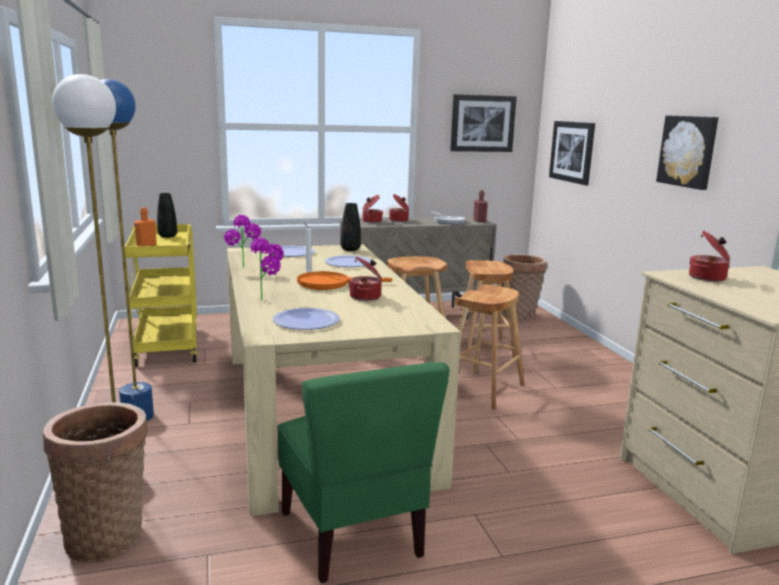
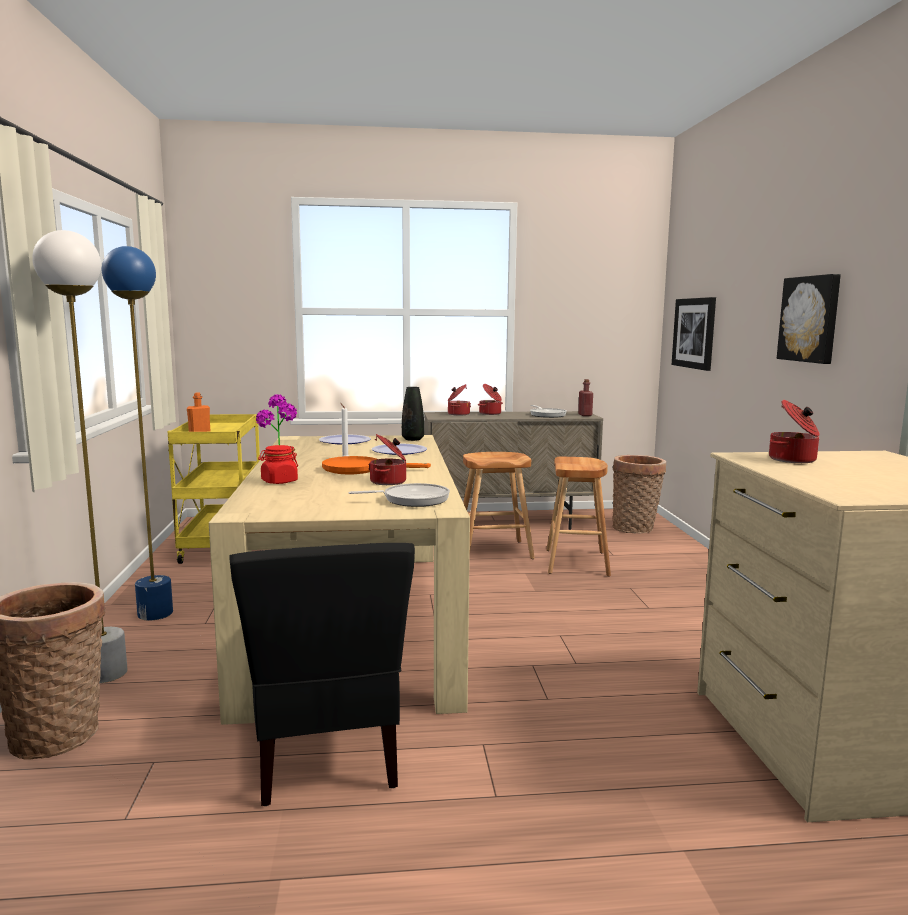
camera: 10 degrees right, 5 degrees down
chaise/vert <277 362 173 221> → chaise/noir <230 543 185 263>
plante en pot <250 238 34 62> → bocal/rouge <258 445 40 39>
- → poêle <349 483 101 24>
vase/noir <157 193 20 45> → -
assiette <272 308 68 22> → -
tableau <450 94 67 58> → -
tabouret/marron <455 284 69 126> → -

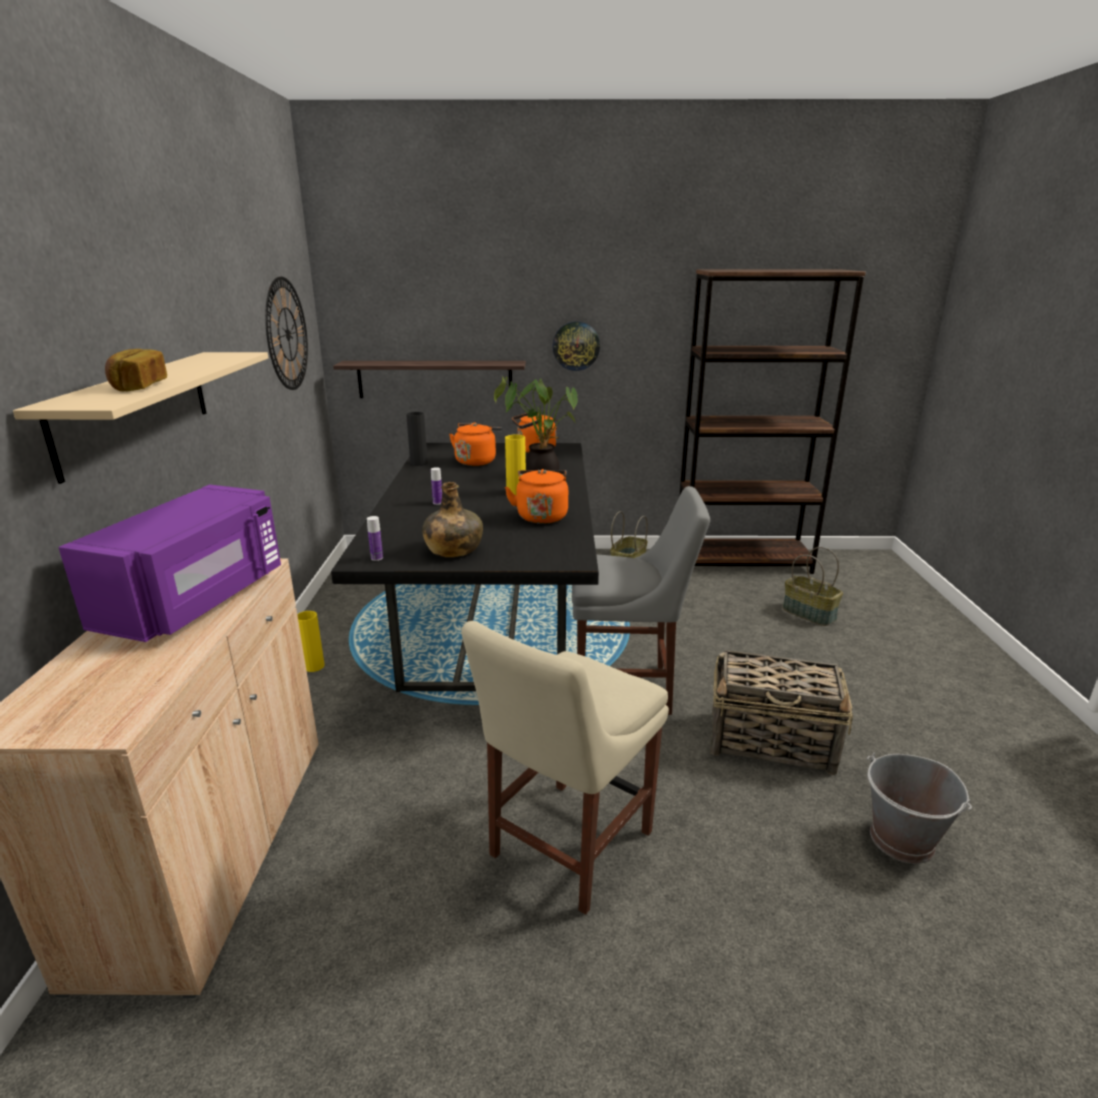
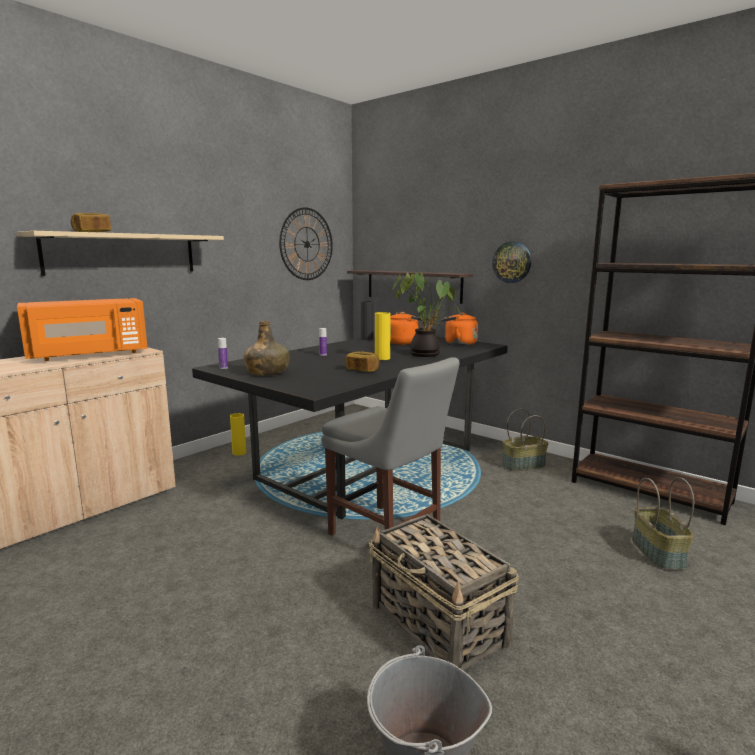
camera: 40 degrees right, 10 degrees down
micro-ondes/violet <58 484 223 158> → micro-ondes/orange <17 298 131 63>
bouilloire/orange <505 469 63 55> → pain <346 351 34 21>
chaise/beige <461 621 208 294> → -

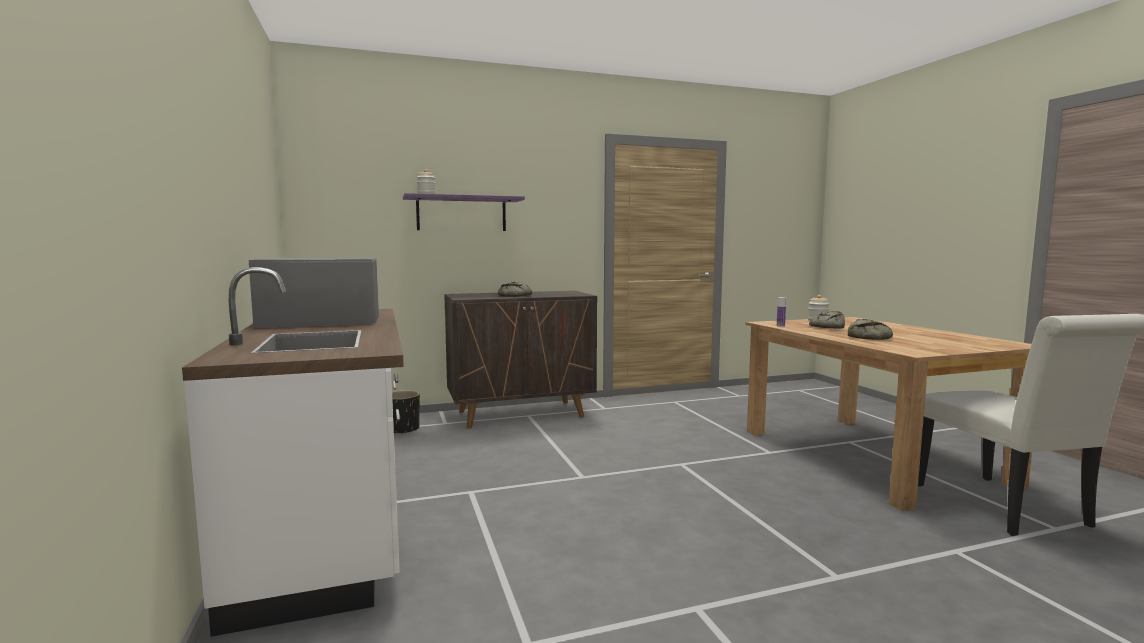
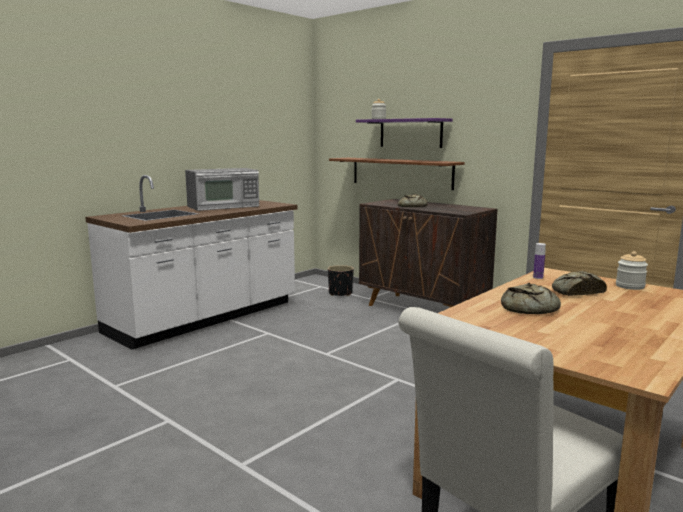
camera: 60 degrees right, 5 degrees up
micro-ondes <249 258 130 70> → micro-ondes <185 168 74 43>, 105 degrees clockwise
- → étagère <329 158 136 32>

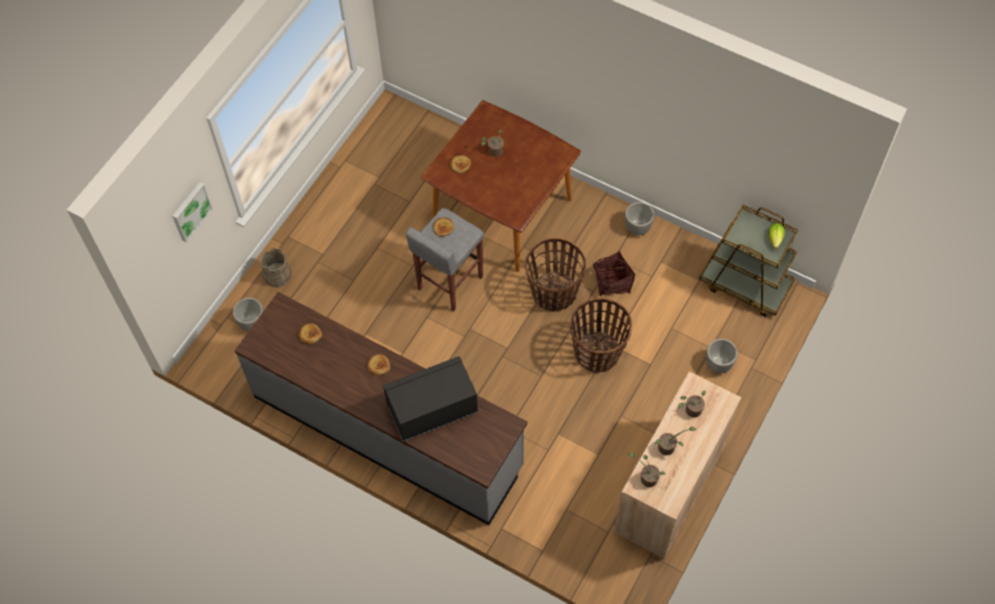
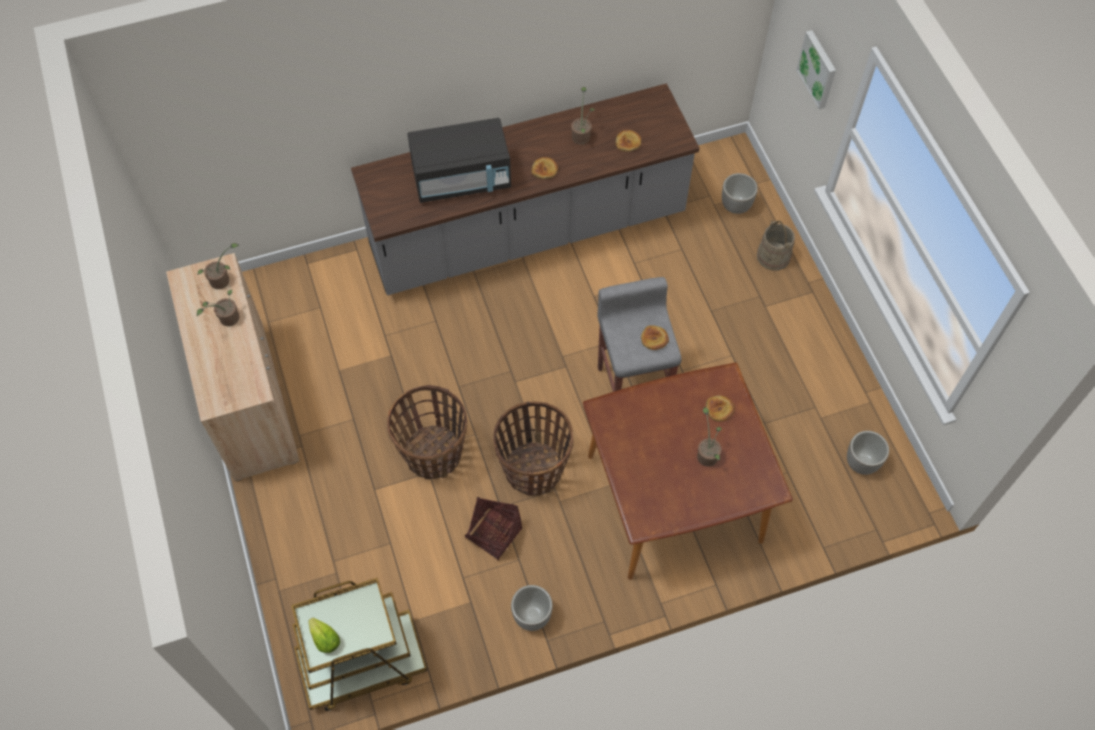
camera: 130 degrees right, 0 degrees up
micro-ondes/noir <383 356 95 85> → micro-ondes/noir <408 118 103 85>, 60 degrees clockwise
plante en pot <678 391 28 27> → plante en pot <571 87 24 58>, relocated
cache-pot <706 339 32 34> → cache-pot <847 431 42 44>, relocated

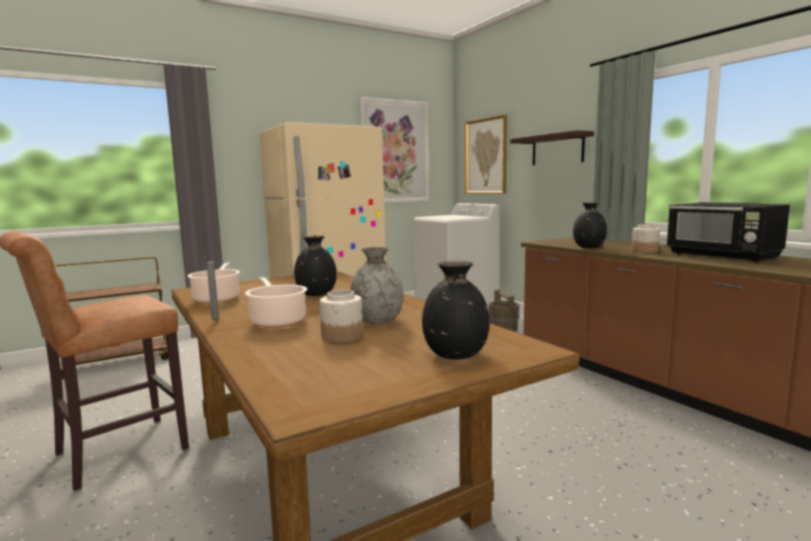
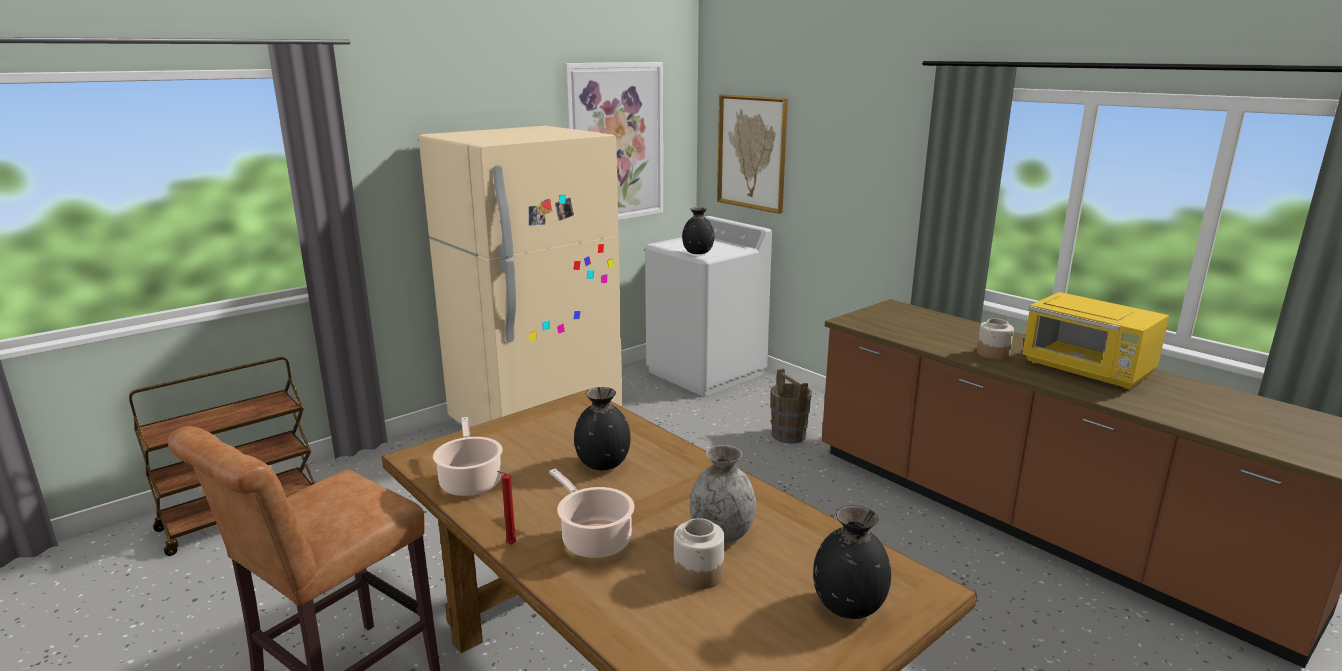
camera: 10 degrees left, 10 degrees up
bougie/gris <202 256 18 65> → bougie/rouge <497 471 20 74>
vase/noir <573 203 34 45> → vase/noir <682 207 32 47>, relocated
micro-ondes/noir <666 202 124 60> → micro-ondes/jaune <1022 292 147 97>
étagère <510 130 84 35> → -

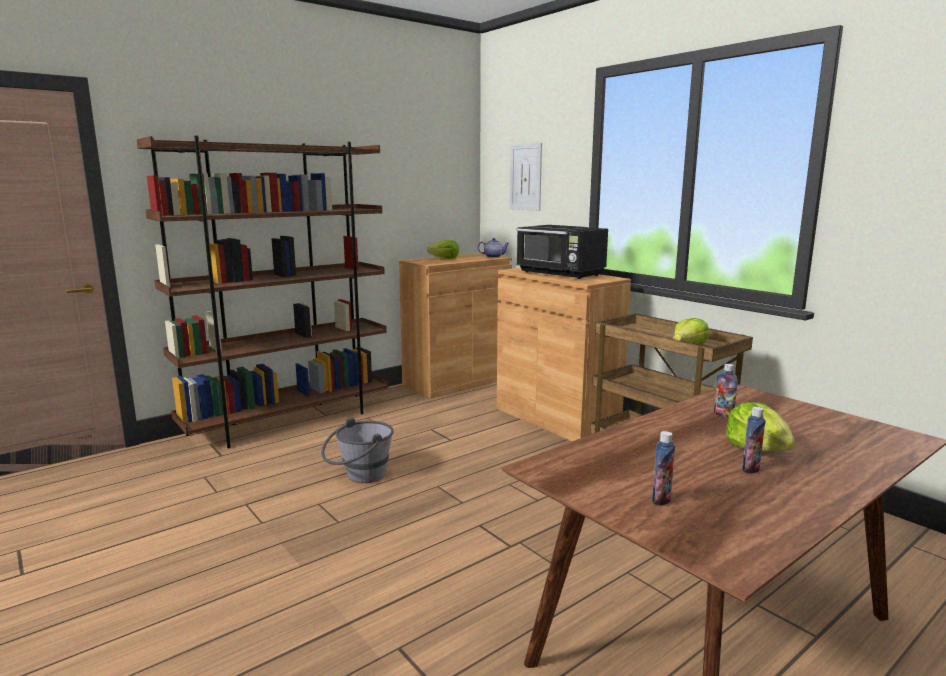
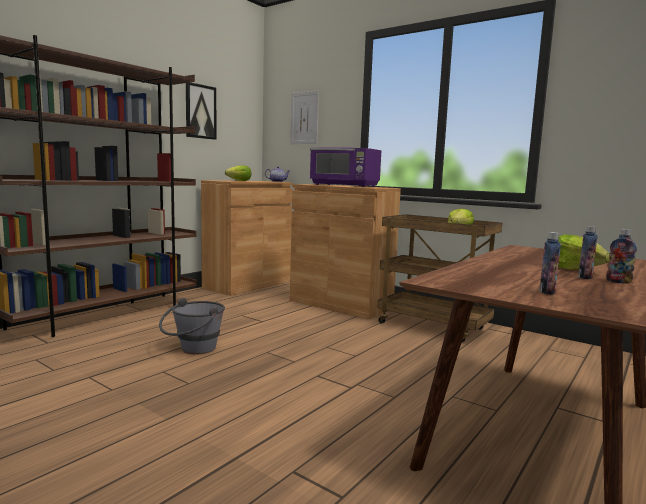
camera: 15 degrees left, 5 degrees down
- → tableau <186 82 30 58>
micro-ondes/noir <516 225 92 54> → micro-ondes/violet <310 148 71 39>
bouteille <714 364 24 54> → bouteille <606 229 31 55>, relocated

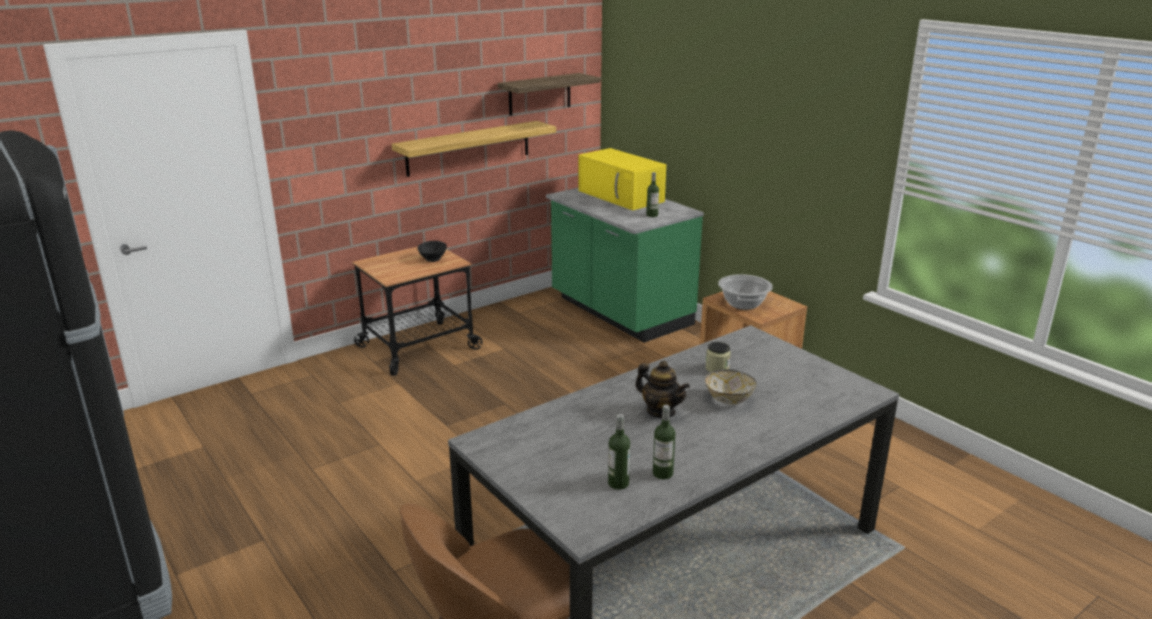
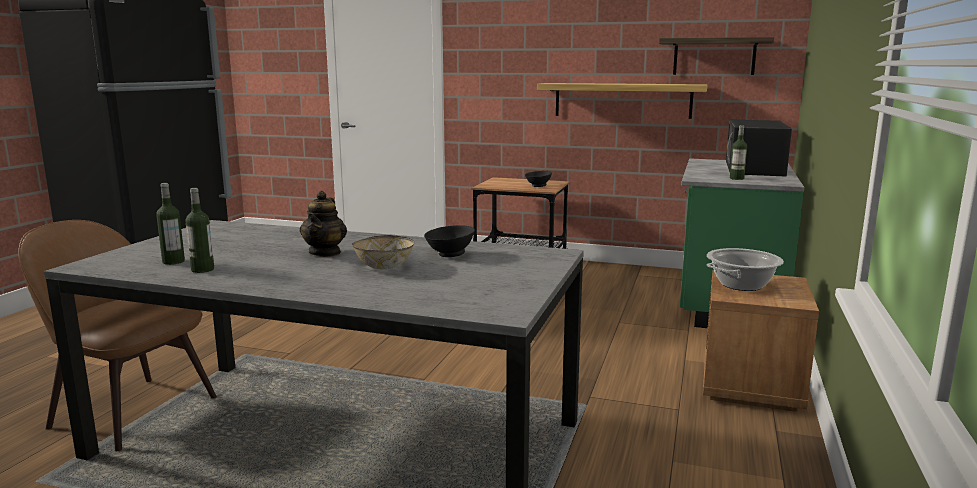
camera: 55 degrees right, 10 degrees down
bocal <706 342 25 30> → bol/noir <424 225 51 32>
micro-ondes/jaune <578 148 88 62> → micro-ondes/noir <726 120 66 57>

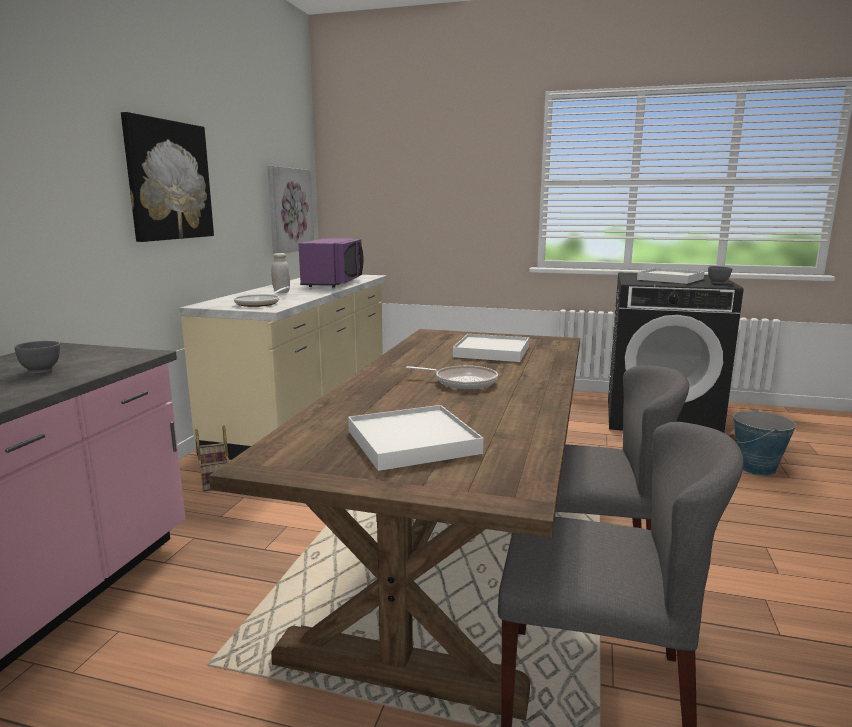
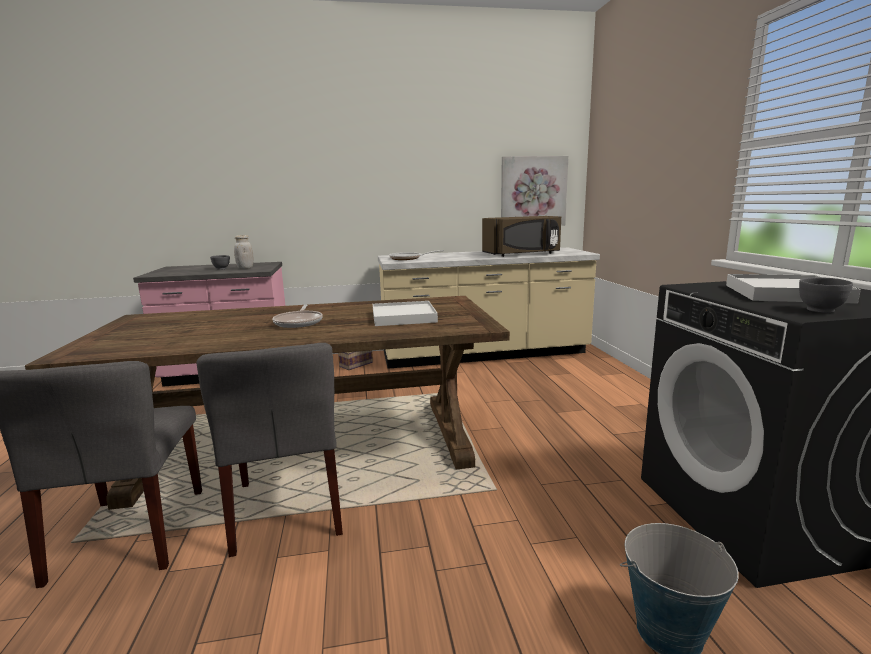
camera: 65 degrees right, 0 degrees up
bocal/blanc <271 253 19 40> → bocal/blanc <234 235 20 34>, relocated
micro-ondes/violet <298 238 66 50> → micro-ondes/marron <482 216 79 41>
tableau <121 112 93 130> → -
plateau/blanc <348 405 135 66> → -

